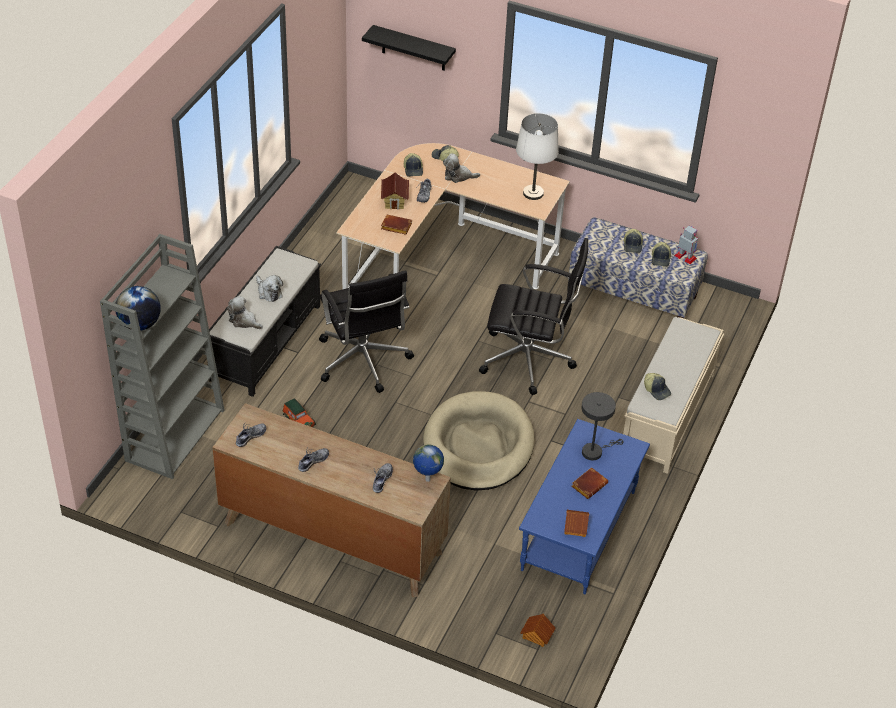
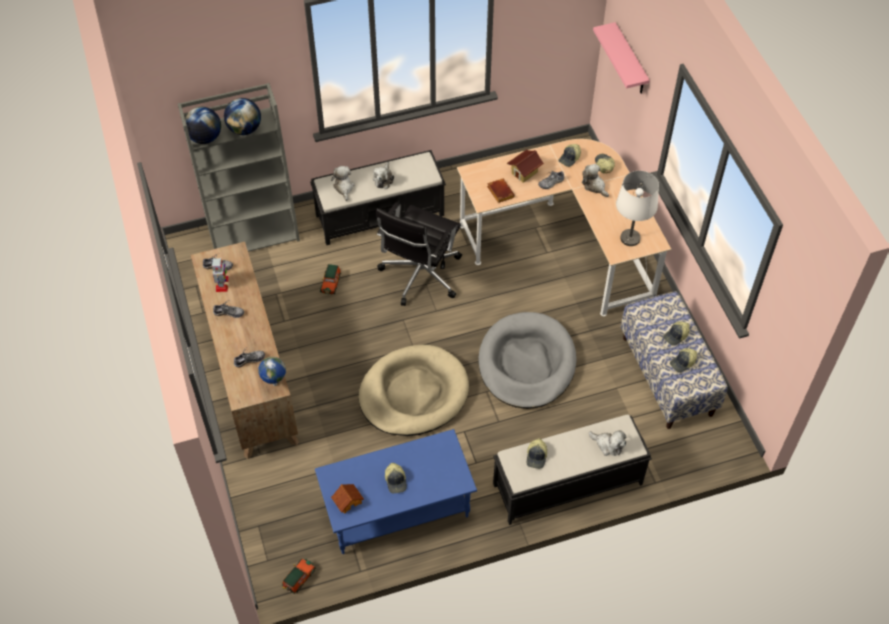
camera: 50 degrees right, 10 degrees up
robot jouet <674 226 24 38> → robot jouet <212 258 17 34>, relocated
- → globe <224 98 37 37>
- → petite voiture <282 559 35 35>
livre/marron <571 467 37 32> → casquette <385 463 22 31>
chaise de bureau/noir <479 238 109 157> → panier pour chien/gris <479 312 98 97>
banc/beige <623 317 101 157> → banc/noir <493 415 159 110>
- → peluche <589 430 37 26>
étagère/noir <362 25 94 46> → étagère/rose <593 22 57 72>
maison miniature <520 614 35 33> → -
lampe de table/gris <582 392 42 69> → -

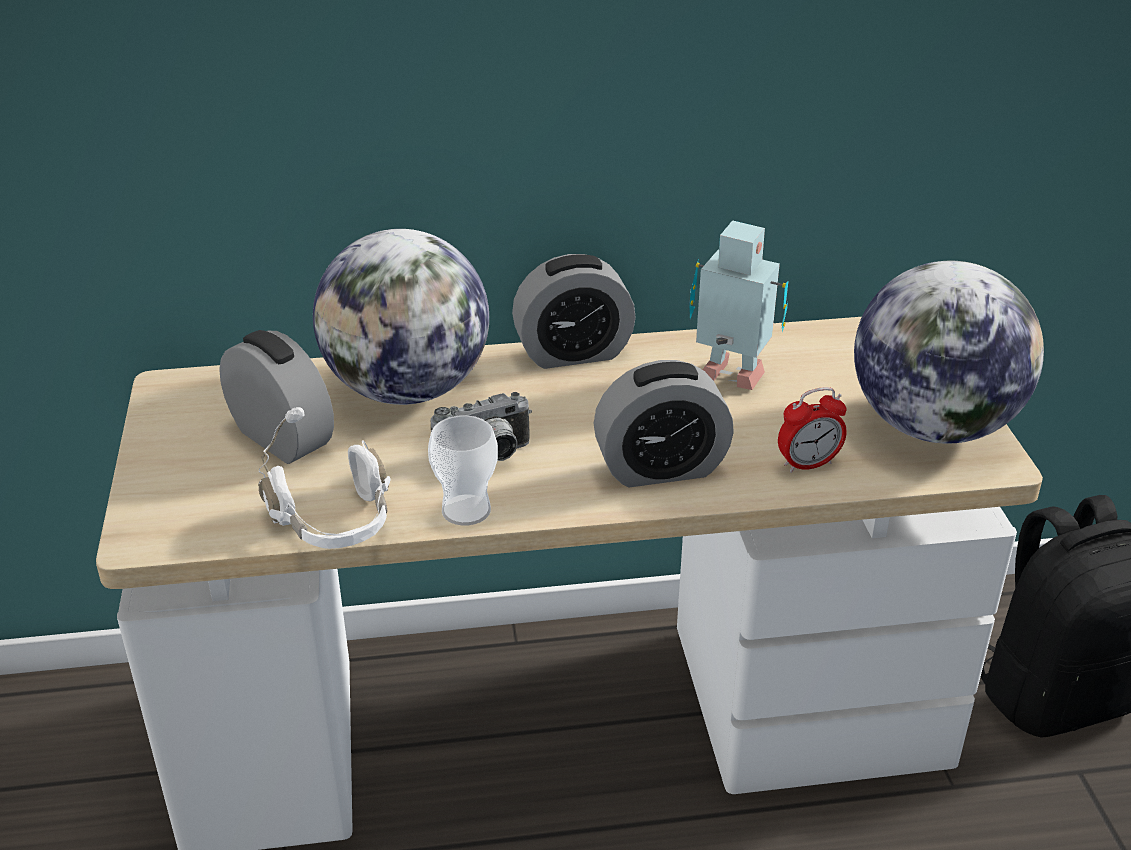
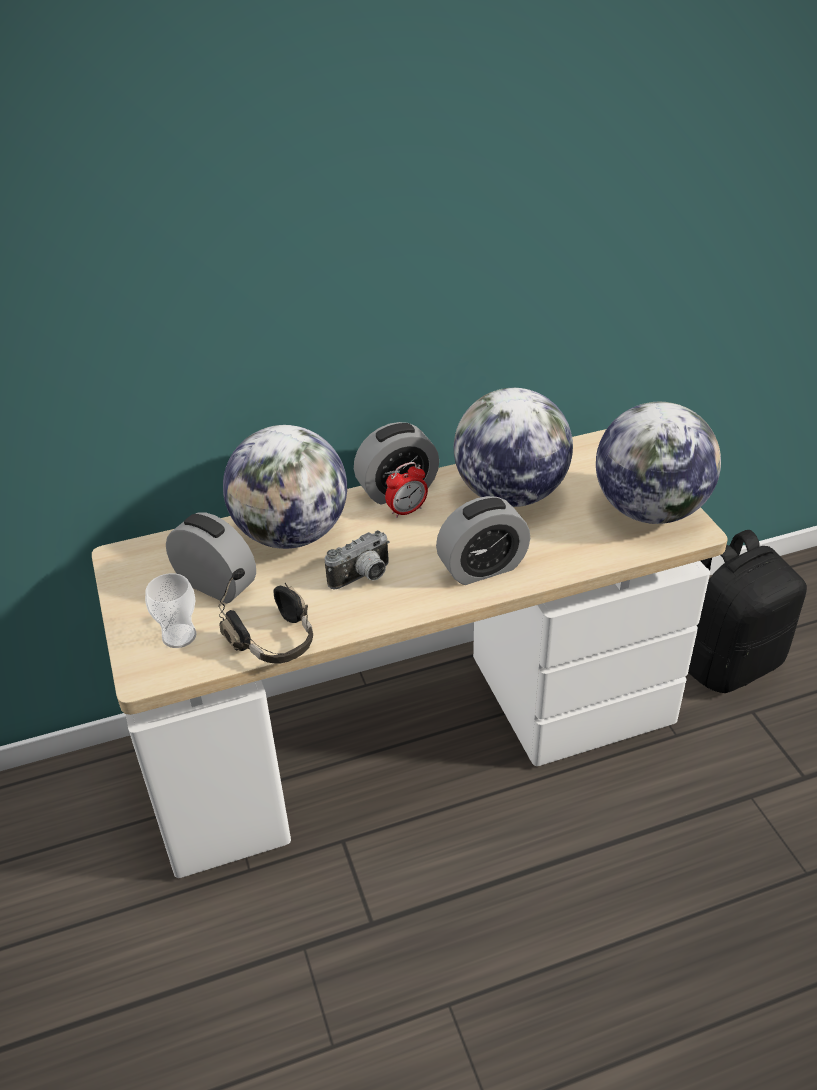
camera: 10 degrees left, 5 degrees up
tasse <428 415 70 111> → tasse <145 573 51 75>, relocated
casque audio/blanc <258 407 133 142> → casque audio/noir <218 568 95 96>
réveil <778 387 69 86> → réveil <385 462 43 56>, relocated
robot jouet <689 220 100 170> → globe <454 388 119 119>

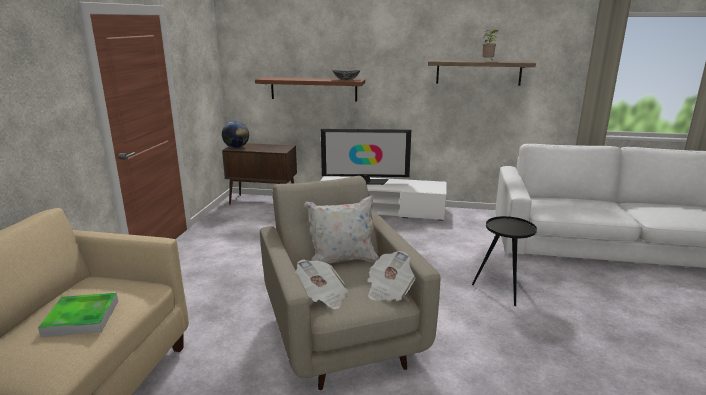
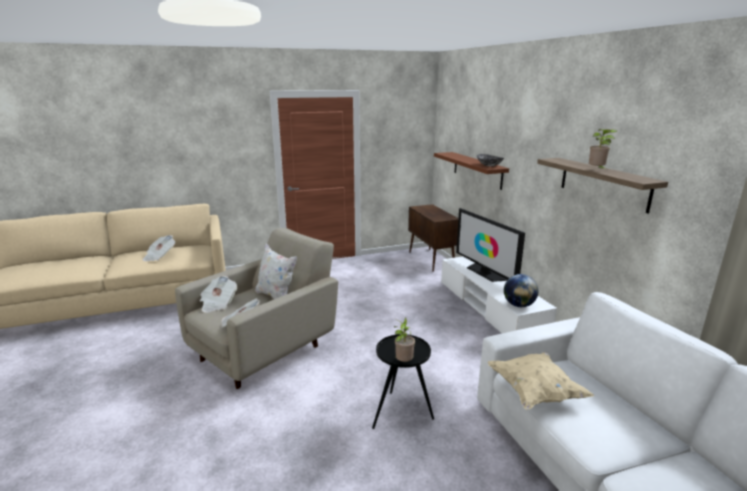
camera: 60 degrees right, 0 degrees up
plateau <38 293 80 44> → journal <142 235 33 26>
- → plante en pot <394 317 21 45>
- → coussin/beige <487 352 107 58>
globe <222 121 27 27> → globe <504 274 34 33>, relocated

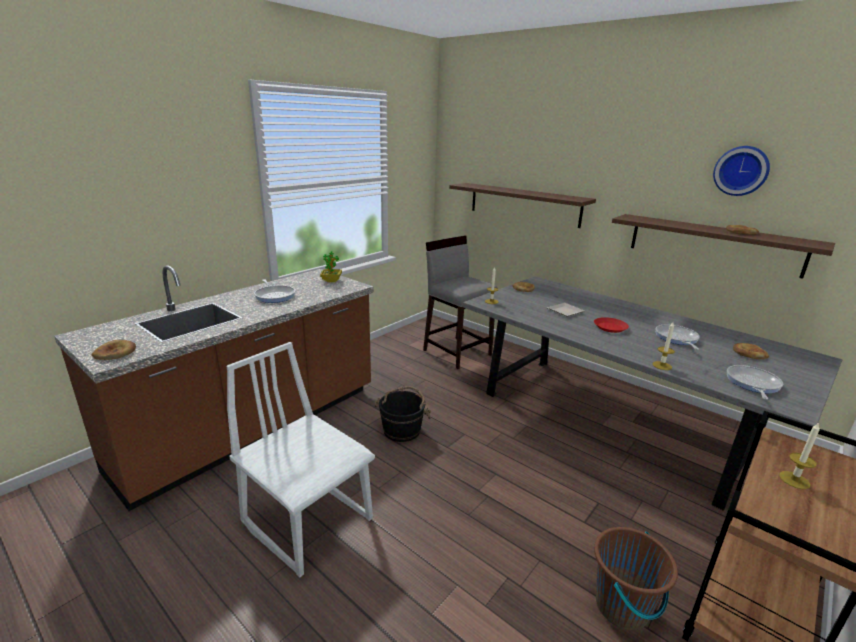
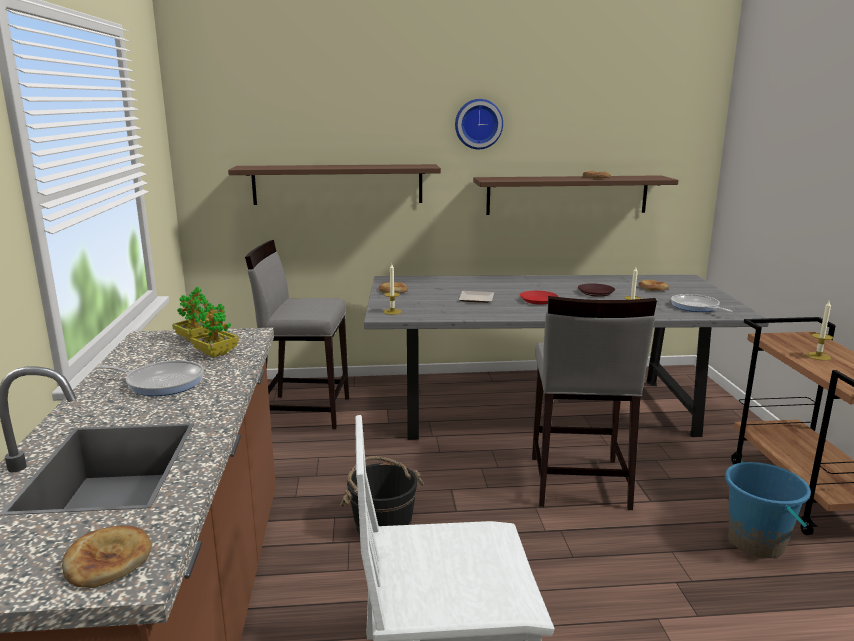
camera: 45 degrees left, 5 degrees down
- → plante en pot <190 298 49 59>
horloge murale <713 146 57 50> → horloge murale <455 99 48 50>, relocated
- → tabouret/gris <532 296 125 214>
poêle <655 325 45 25> → assiette/marron <578 283 37 14>
seau/marron <594 527 84 103> → seau/bleu <725 461 86 97>

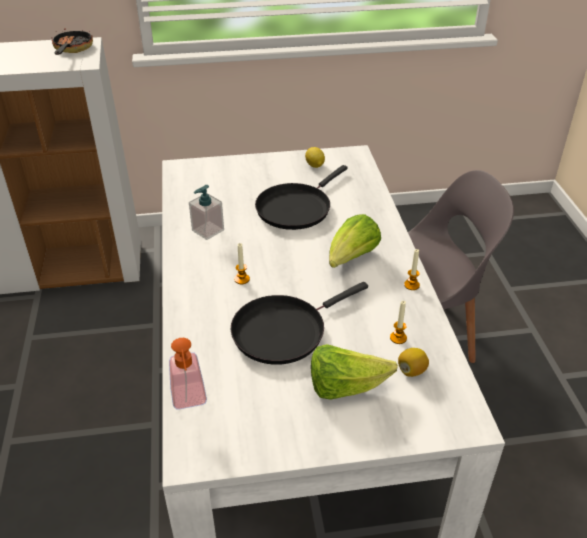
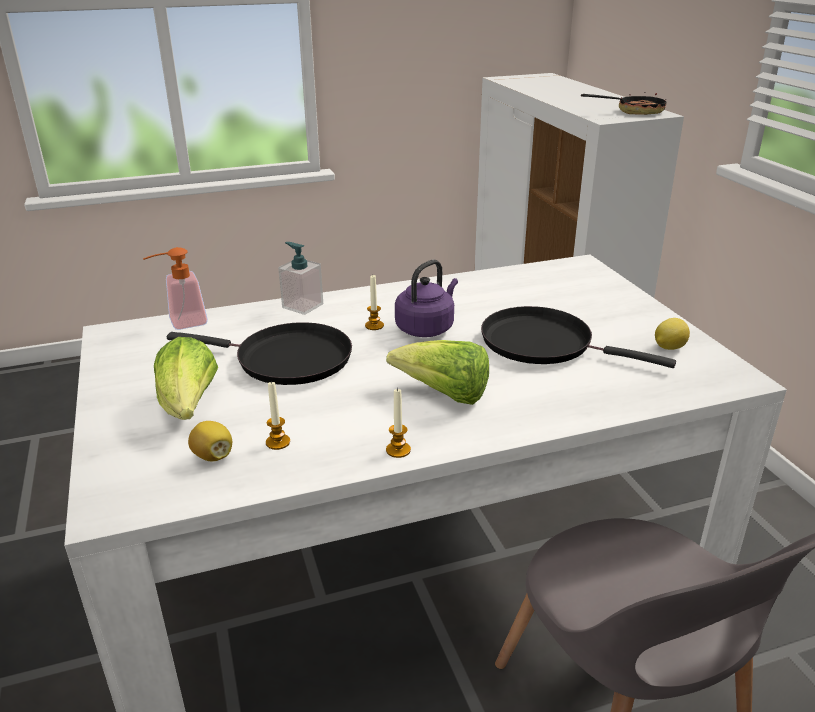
camera: 80 degrees right, 10 degrees down
poêle/noir <230 282 138 83> → poêle/noir <167 322 185 63>, 150 degrees clockwise
distributeur de savon <189 185 35 55> → distributeur de savon <278 242 45 73>, relocated
- → bouilloire/violet <395 260 63 77>

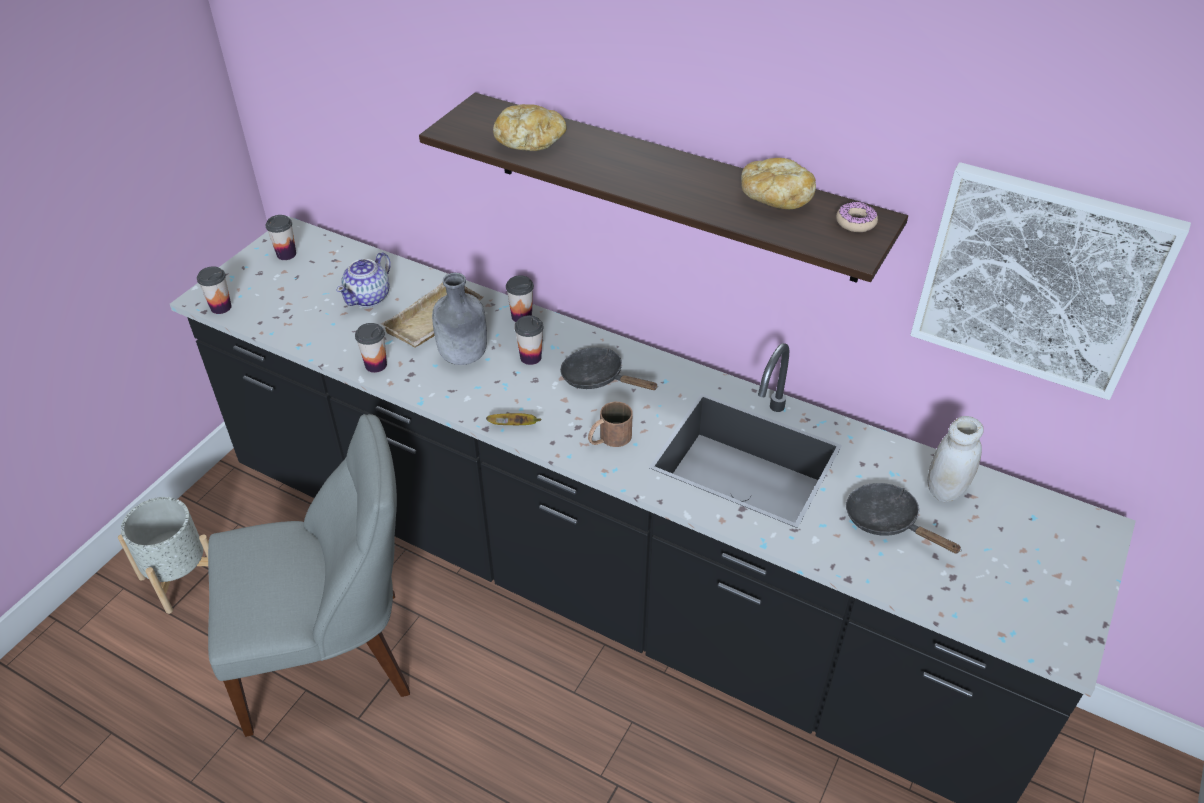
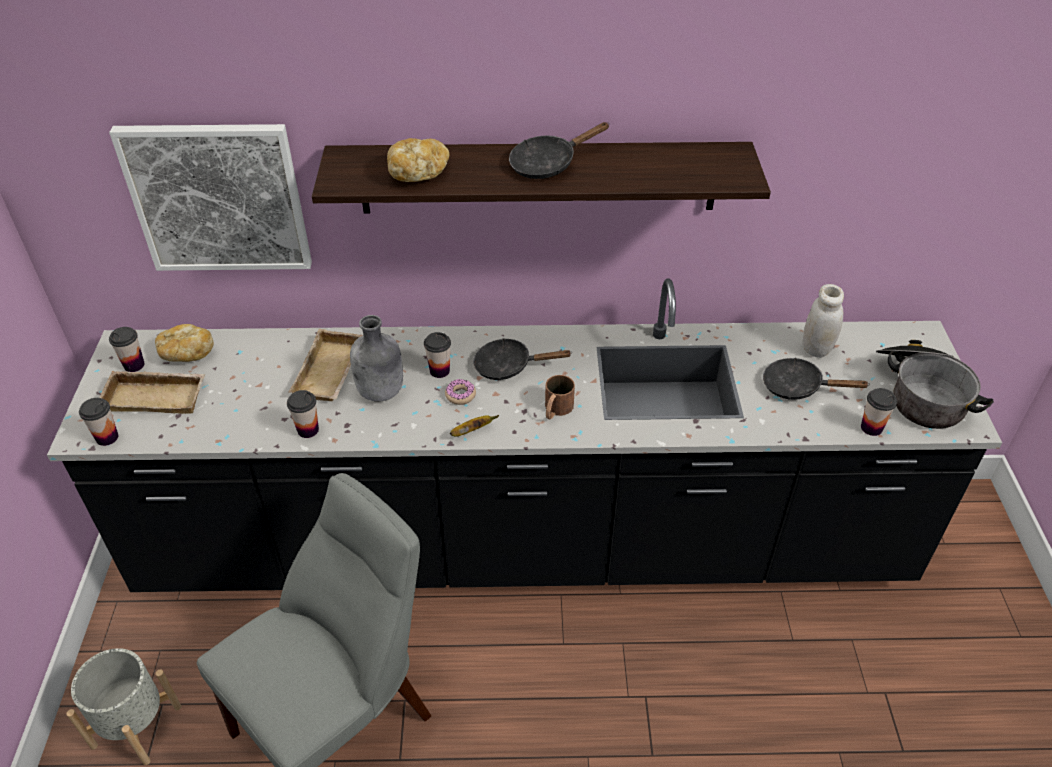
camera: 30 degrees left, 0 degrees up
- → plateau/beige <99 371 107 43>
tableau <910 162 281 238> → tableau <109 124 203 147>, relocated
pain <741 158 75 51> → pain <155 324 58 38>, relocated
beignet <836 201 42 31> → beignet <445 379 31 26>, relocated
- → poêle/noir <509 122 101 57>
tasse <506 275 28 47> → tasse <861 388 36 48>, relocated
- → marmite <876 340 118 89>
théière <336 252 55 55> → -

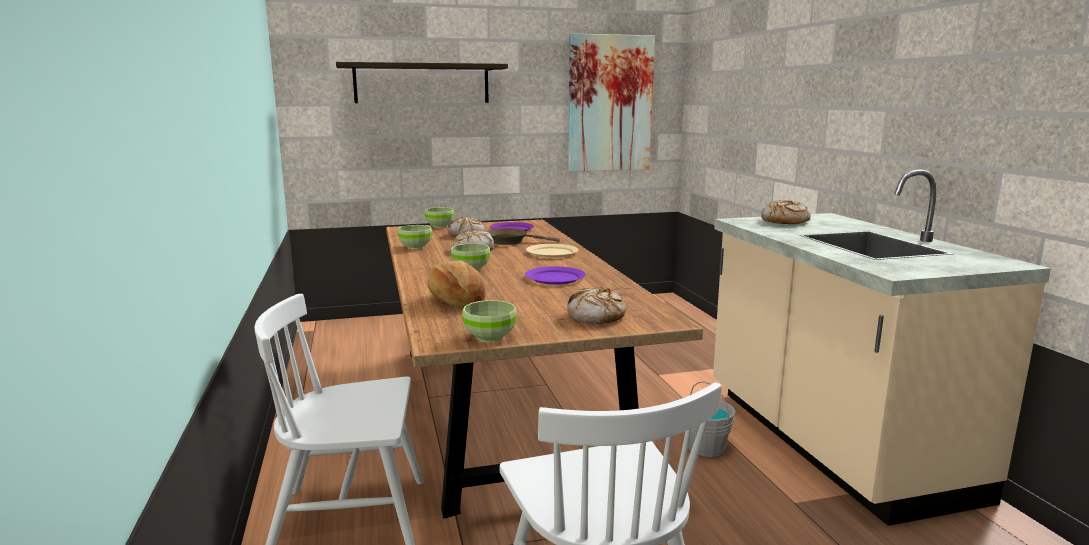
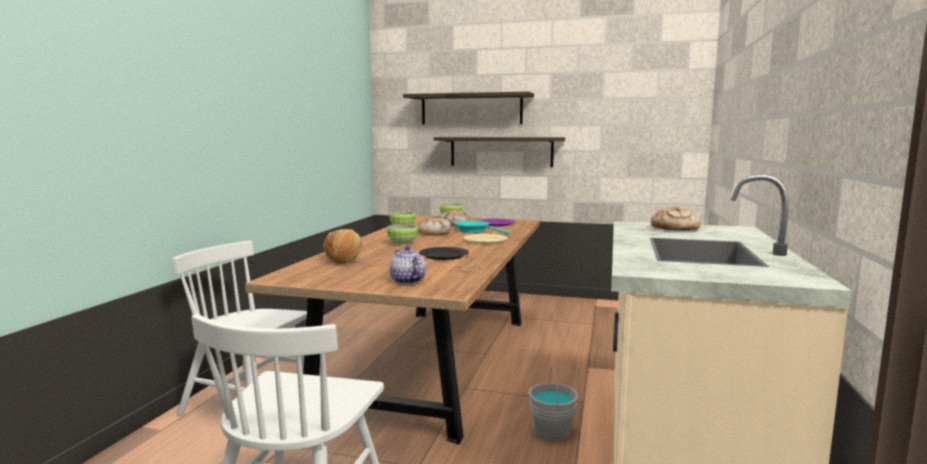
camera: 30 degrees right, 5 degrees down
pain <567 287 59 37> → théière <390 246 36 38>
assiette/violet <525 266 61 19> → assiette/noir <419 247 50 13>
- → étagère <433 137 132 30>
poêle/marron <486 228 74 17> → poêle/turquoise <455 221 55 13>
bol/vert <462 300 55 42> → -
tableau <568 33 87 139> → -

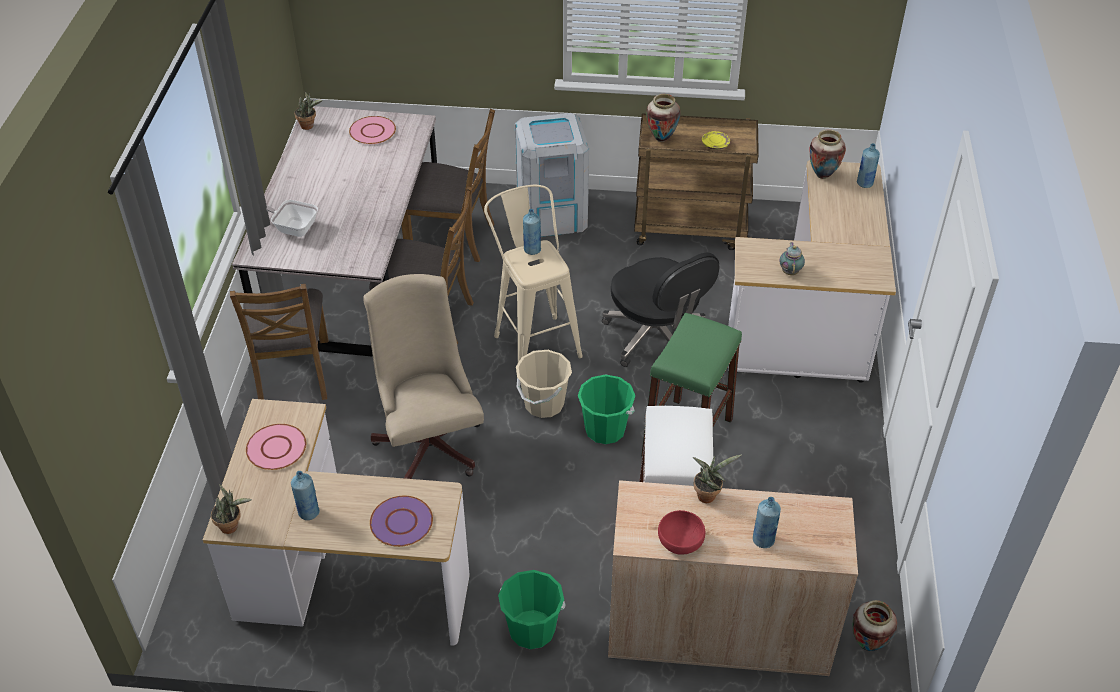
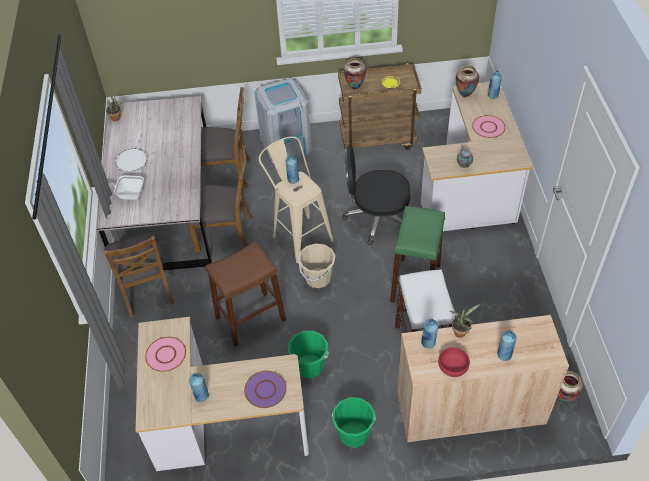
camera: 10 degrees left, 5 degrees up
- → poêle/blanc <115 133 32 40>
chaise de bureau/beige <363 274 121 205> → tabouret/marron <205 241 81 106>
seau/vert <578 374 57 70> → seau/vert <288 331 41 47>, relocated
chaise de bureau/noir <602 252 118 115> → chaise de bureau/noir <342 146 69 99>, 135 degrees clockwise
- → bouteille/bleu <421 319 17 30>
assiette/rose <349 116 47 28> → assiette/rose <472 115 34 23>, relocated
plante en pot <211 484 41 50> → -

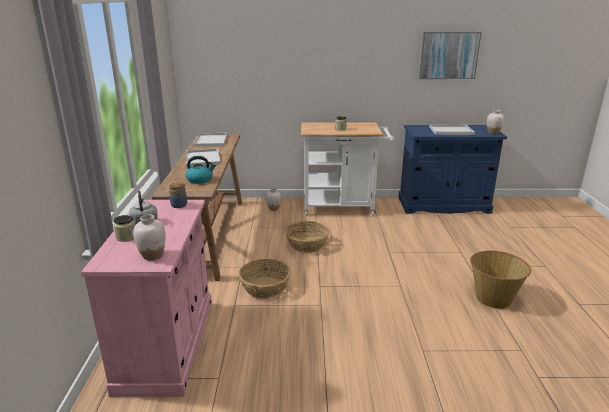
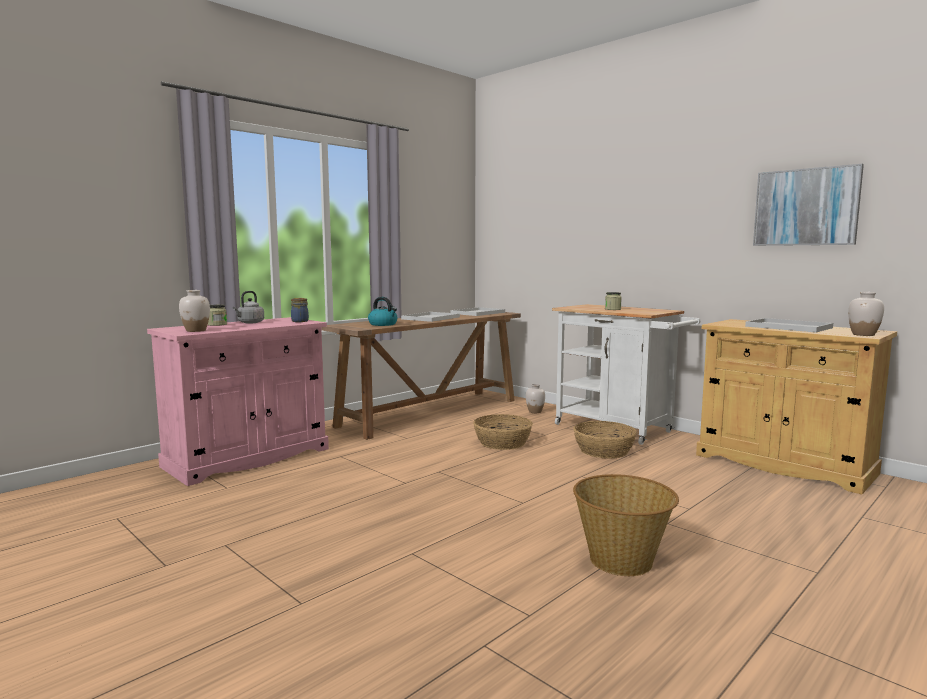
camera: 45 degrees right, 15 degrees down
panier <239 259 52 40> → panier <573 421 64 38>, relocated
meuble de rangement/bleu <398 125 109 89> → meuble de rangement/beige <696 319 201 175>

